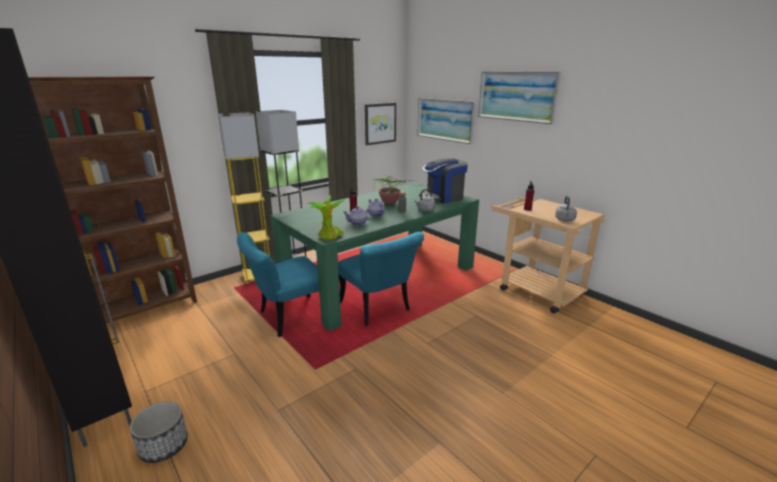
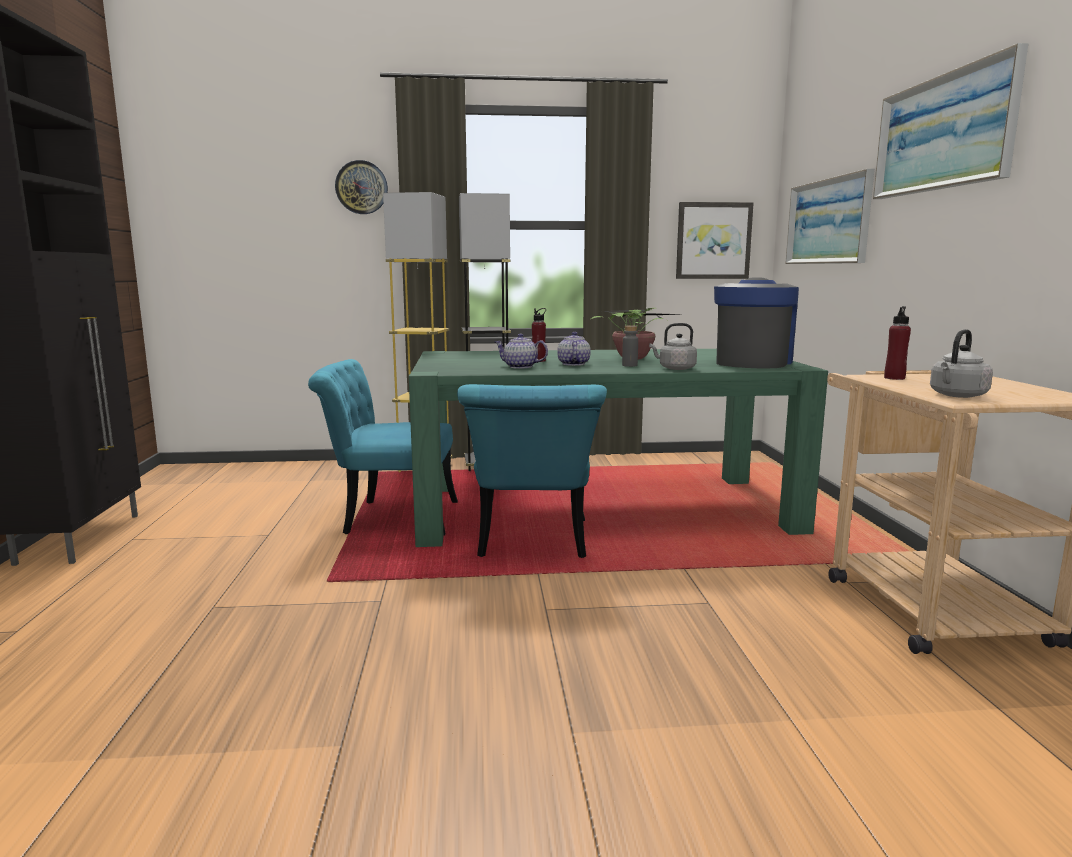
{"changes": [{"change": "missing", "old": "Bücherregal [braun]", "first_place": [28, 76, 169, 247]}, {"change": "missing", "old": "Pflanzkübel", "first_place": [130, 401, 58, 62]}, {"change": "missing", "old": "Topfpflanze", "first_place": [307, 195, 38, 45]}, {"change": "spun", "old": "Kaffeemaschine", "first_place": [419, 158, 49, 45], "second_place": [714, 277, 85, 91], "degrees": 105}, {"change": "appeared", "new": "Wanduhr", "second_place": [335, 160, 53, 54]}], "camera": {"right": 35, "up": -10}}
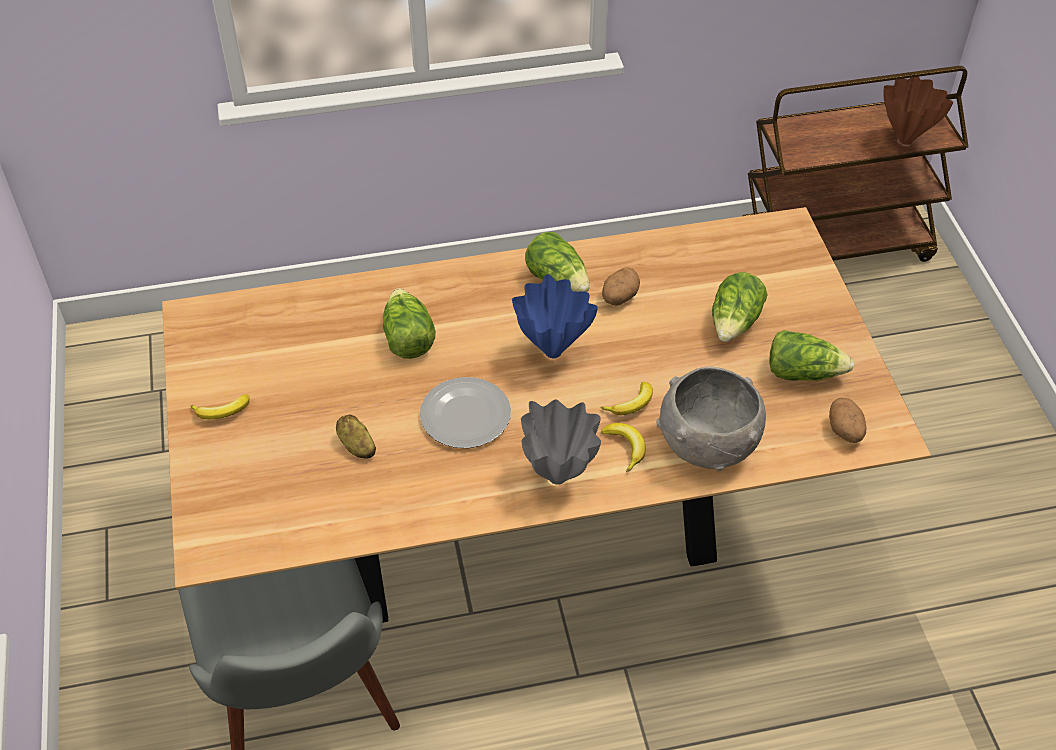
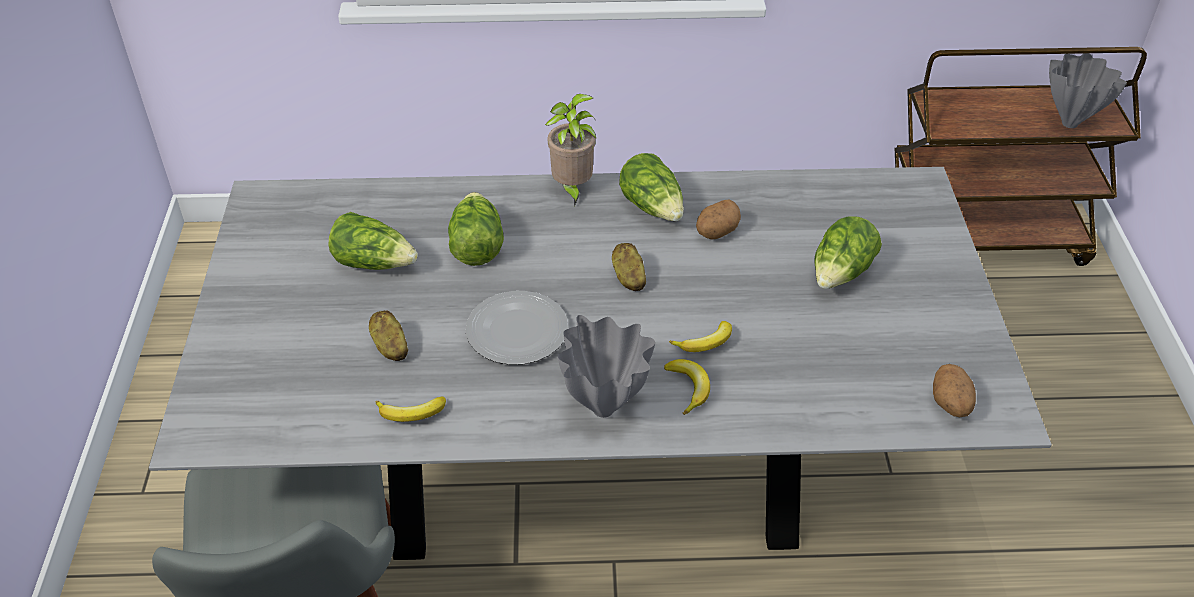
{"changes": [{"change": "colour", "old": "Esstisch [braun]", "new": "Esstisch [grau]", "first_place": [162, 207, 769, 416], "second_place": [149, 167, 903, 393]}, {"change": "relocated", "old": "Banane", "first_place": [191, 394, 59, 25], "second_place": [376, 396, 70, 26]}, {"change": "exchanged", "old": "Vase [blau]", "new": "Kartoffel", "first_place": [512, 274, 86, 84], "second_place": [612, 243, 34, 48]}, {"change": "missing", "old": "Schüssel [grau]", "first_place": [657, 367, 109, 104]}, {"change": "relocated", "old": "Salatkopf", "first_place": [769, 330, 86, 51], "second_place": [328, 212, 90, 58]}, {"change": "colour", "old": "Vase [braun]", "new": "Vase [grau]", "first_place": [883, 77, 70, 68], "second_place": [1049, 53, 78, 75]}, {"change": "appeared", "new": "Topfpflanze", "second_place": [545, 94, 51, 112]}], "camera": {"right": 10, "up": -5}}
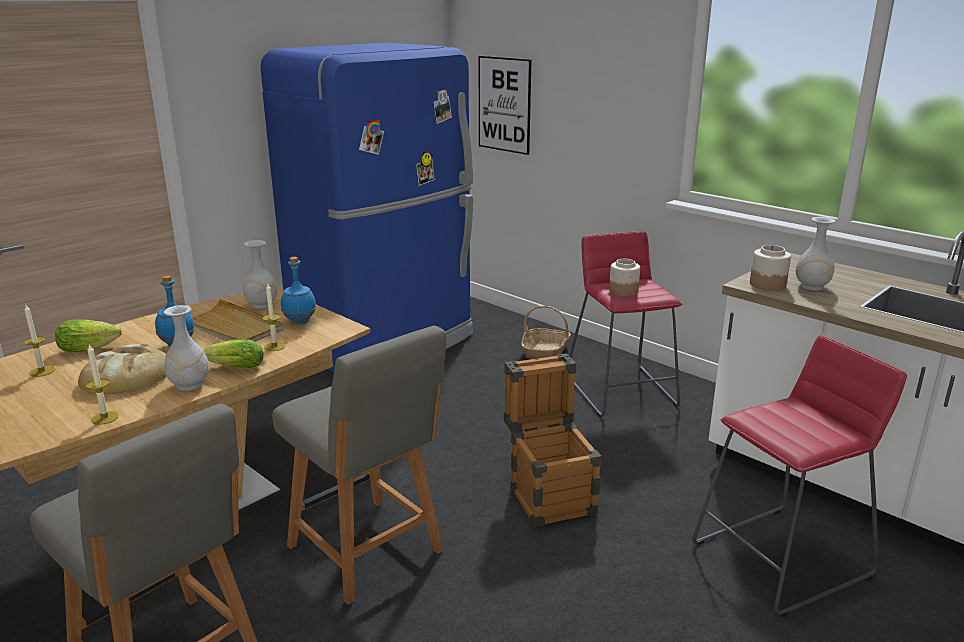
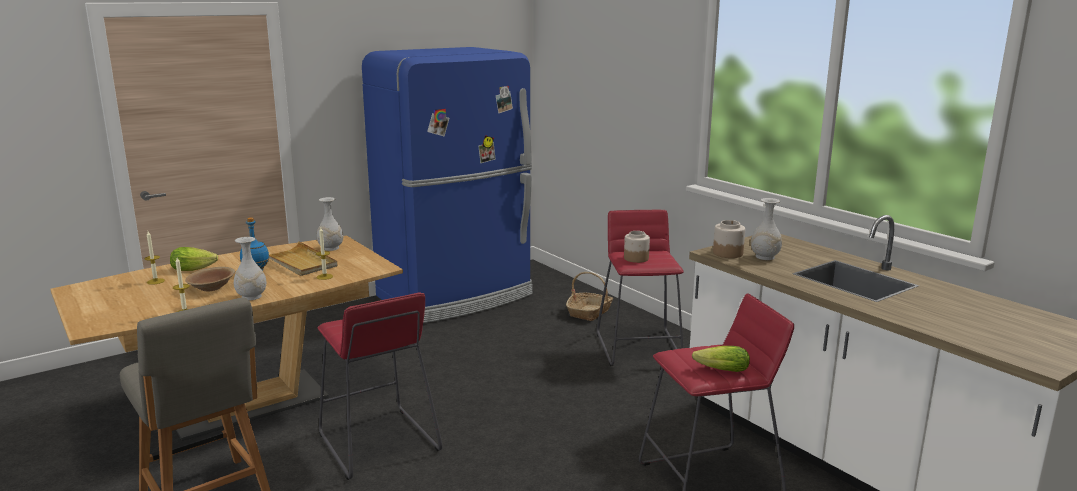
{"changes": [{"change": "exchanged", "old": "Brot", "new": "Schüssel [braun]", "first_place": [78, 344, 88, 50], "second_place": [185, 267, 50, 24]}, {"change": "relocated", "old": "Salatkopf", "first_place": [202, 339, 62, 29], "second_place": [692, 346, 58, 26]}, {"change": "exchanged", "old": "Stuhl [grau]", "new": "Hocker [rot]", "first_place": [272, 326, 174, 279], "second_place": [318, 292, 124, 188]}, {"change": "missing", "old": "Flasche [blau]", "first_place": [281, 257, 35, 68]}, {"change": "missing", "old": "Bild", "first_place": [479, 56, 52, 99]}, {"change": "missing", "old": "Kiste", "first_place": [504, 353, 98, 174]}], "camera": {"right": 10, "up": -5}}
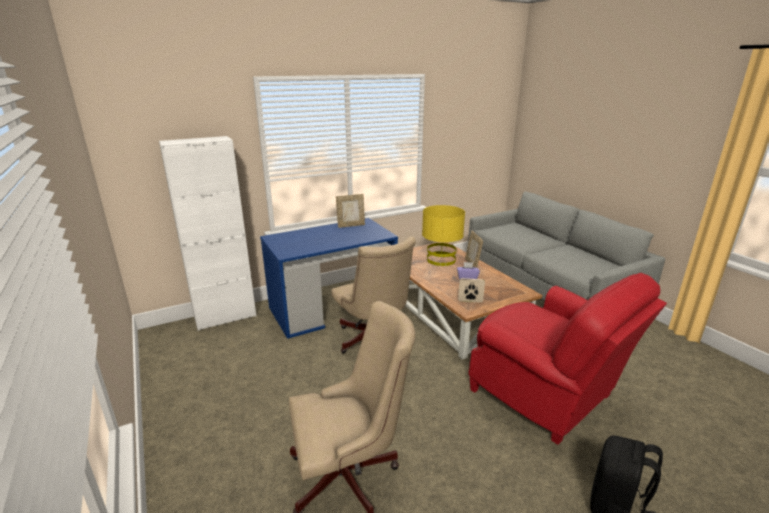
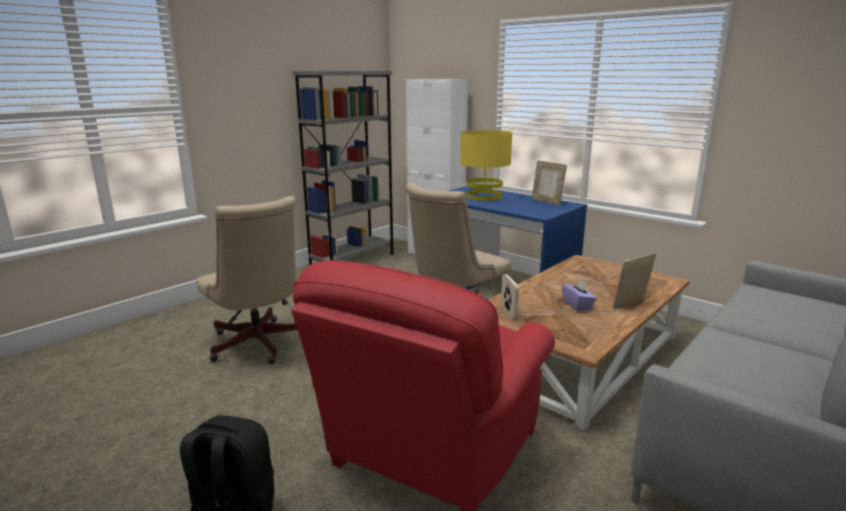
{"changes": [{"change": "relocated", "old": "Tischlampe [gelb]", "first_place": [422, 205, 43, 61], "second_place": [460, 130, 52, 71]}, {"change": "appeared", "new": "Bücherregal [grau]", "second_place": [292, 71, 102, 194]}], "camera": {"right": 70, "up": -5}}
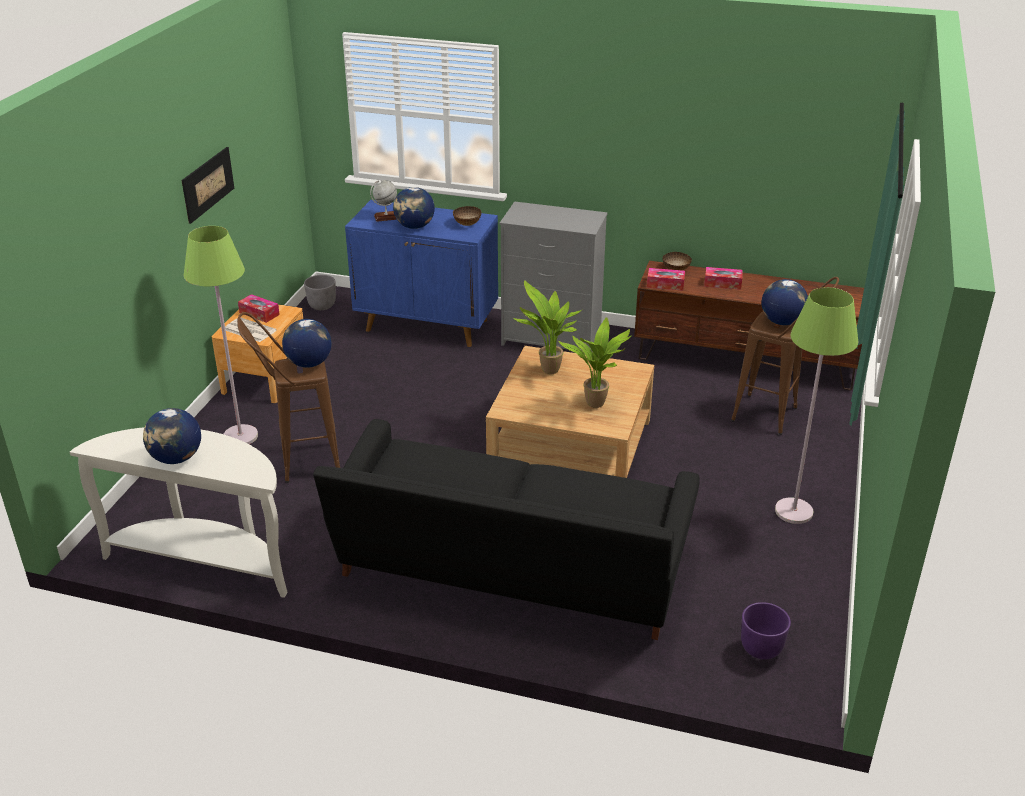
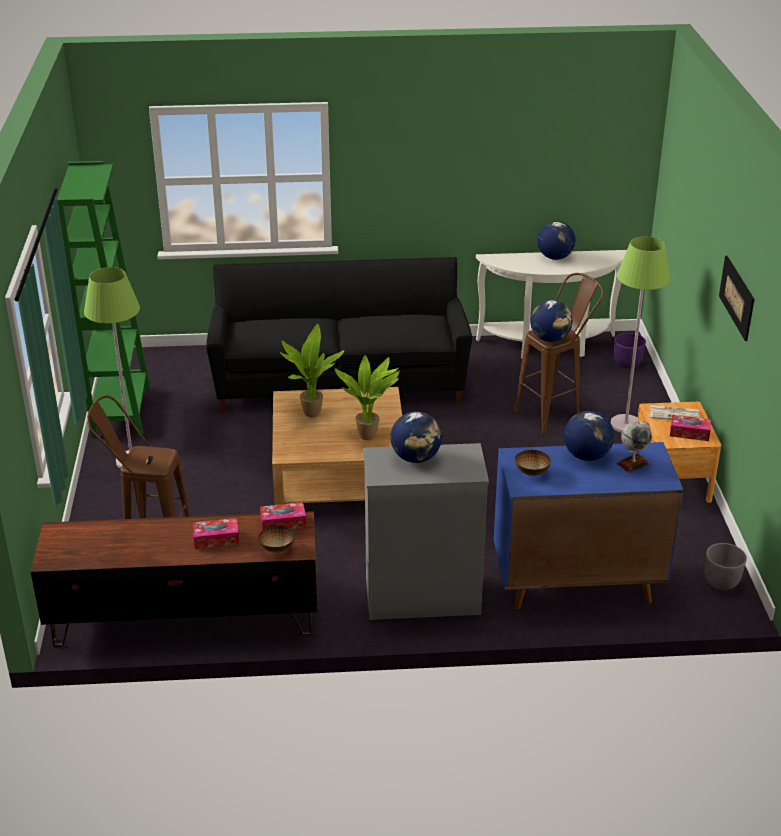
{"changes": [{"change": "relocated", "old": "Pflanzkübel [lila]", "first_place": [741, 602, 50, 58], "second_place": [614, 333, 32, 35]}, {"change": "relocated", "old": "Globus", "first_place": [761, 279, 47, 46], "second_place": [390, 411, 52, 52]}, {"change": "appeared", "new": "Bücherregal [grün]", "second_place": [57, 161, 94, 275]}], "camera": {"right": 160, "up": 0}}
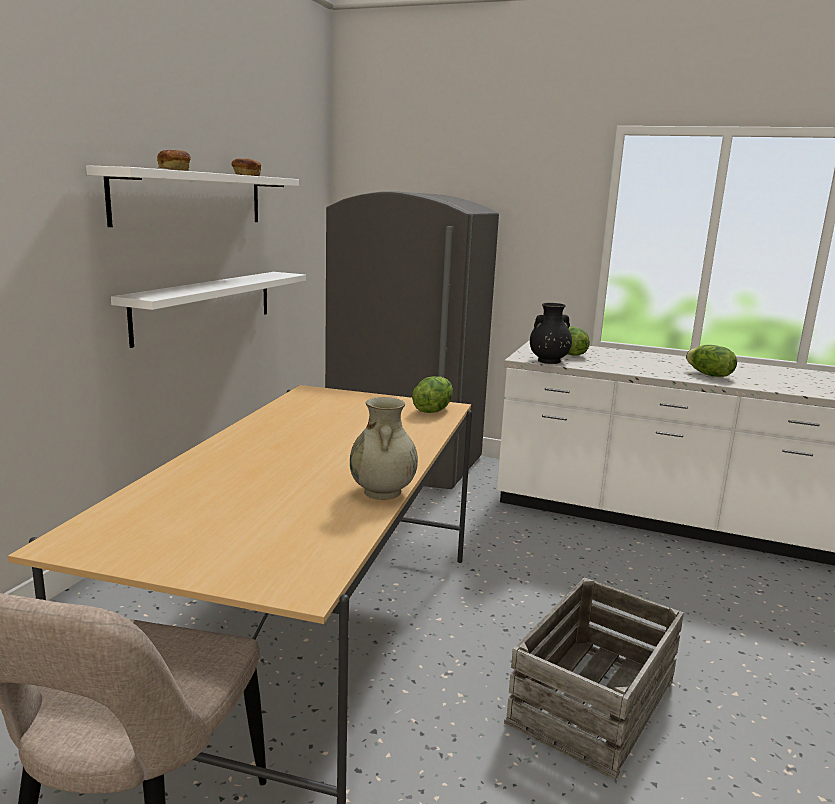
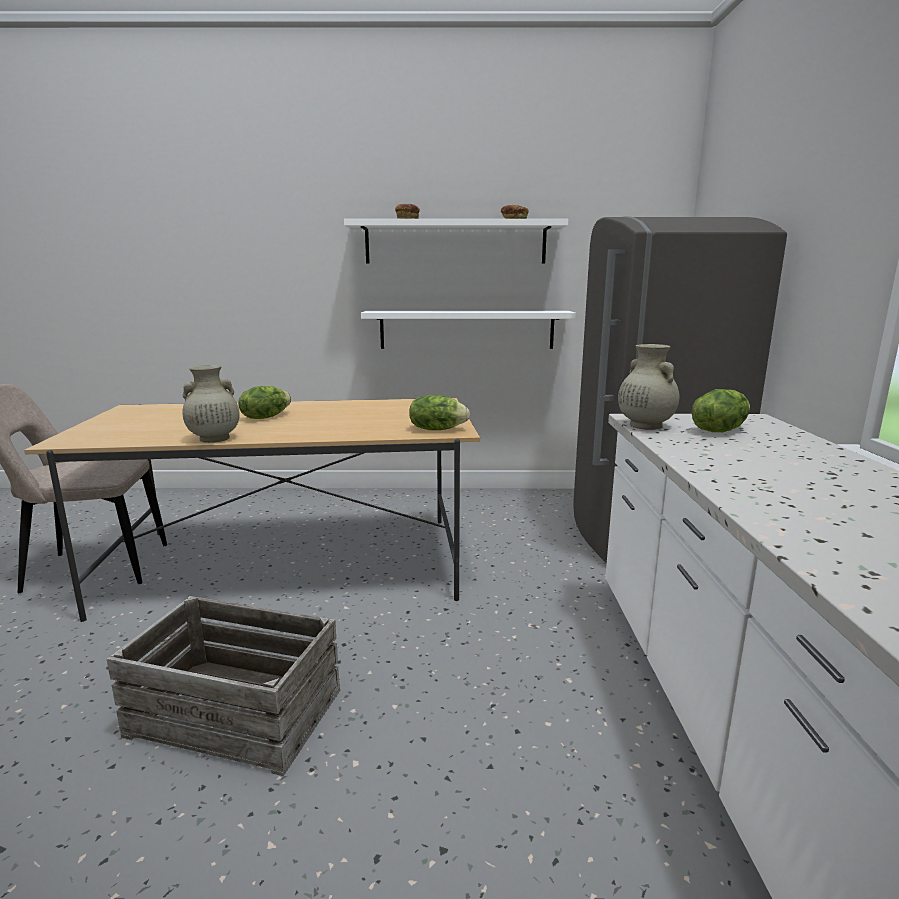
{"changes": [{"change": "colour", "old": "Vase [schwarz]", "new": "Vase [beige]", "first_place": [530, 303, 42, 61], "second_place": [618, 344, 62, 86]}, {"change": "relocated", "old": "Salatkopf", "first_place": [686, 345, 51, 32], "second_place": [238, 386, 53, 33]}], "camera": {"right": 70, "up": 0}}
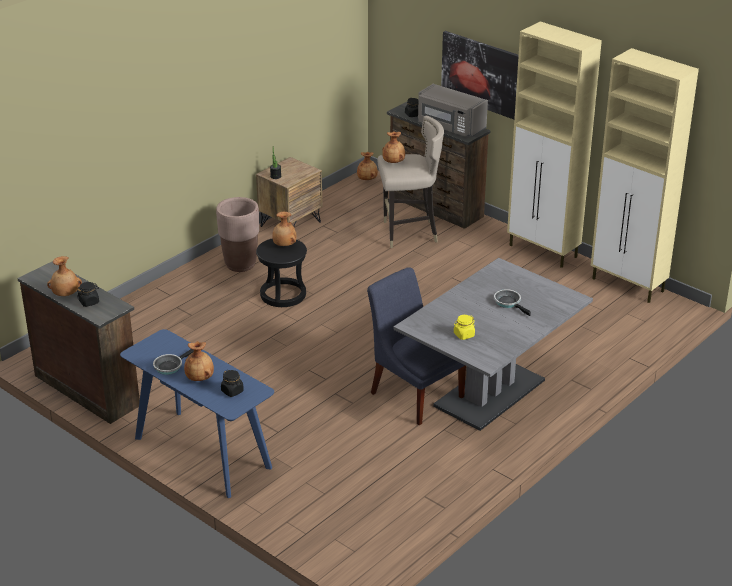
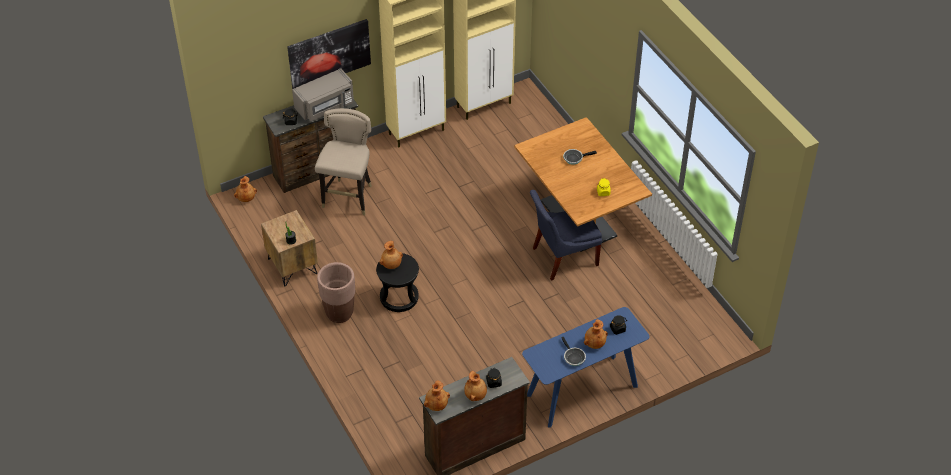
{"changes": [{"change": "relocated", "old": "Vase [braun]", "first_place": [382, 131, 23, 32], "second_place": [424, 380, 26, 31]}, {"change": "colour", "old": "Esstisch [grau]", "new": "Esstisch [braun]", "first_place": [394, 258, 199, 173], "second_place": [514, 117, 138, 135]}], "camera": {"right": -70, "up": 15}}
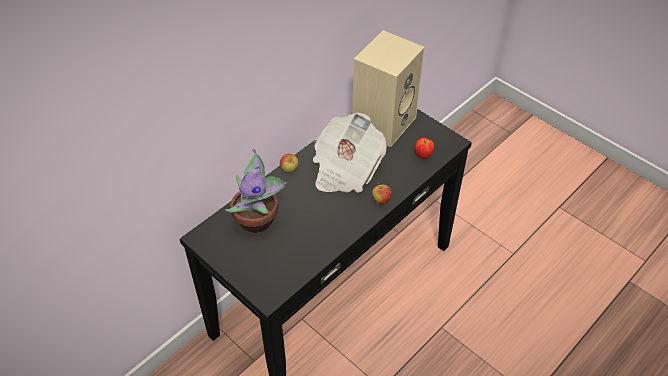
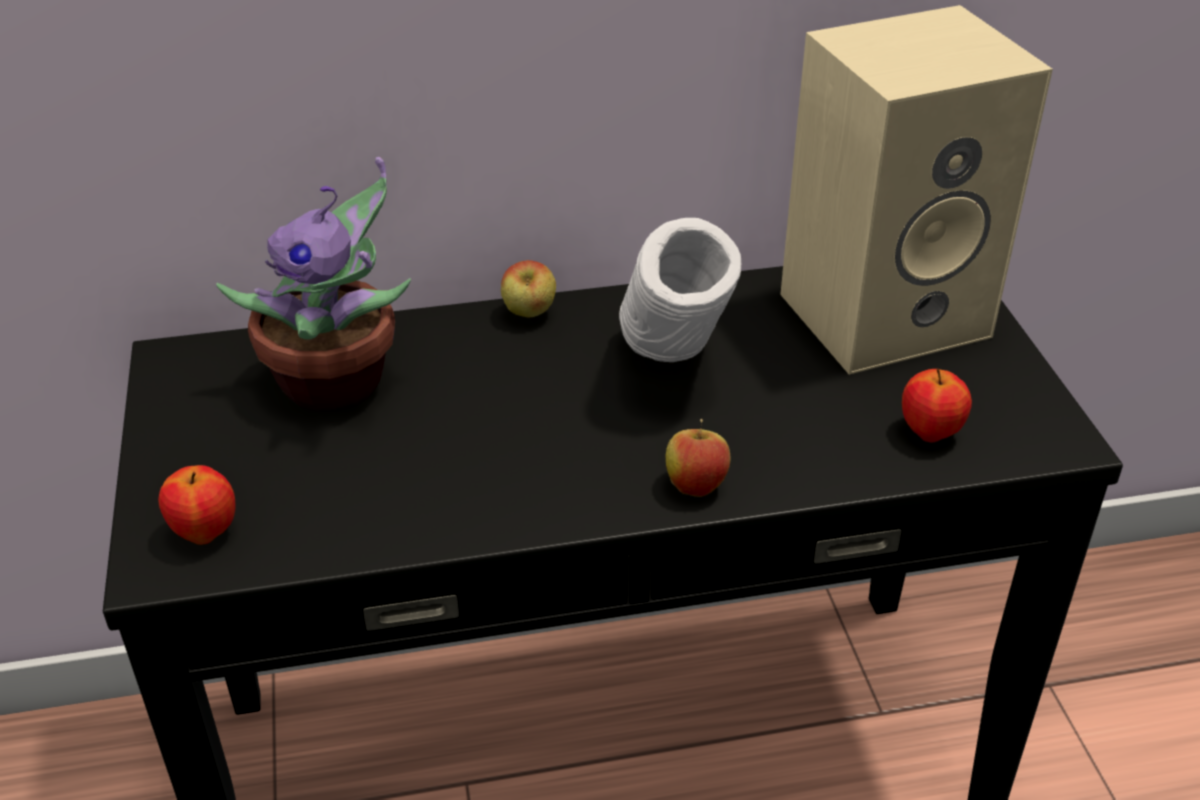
{"changes": [{"change": "exchanged", "old": "Zeitung", "new": "Vase [weiß]", "first_place": [313, 113, 74, 80], "second_place": [619, 218, 122, 144]}, {"change": "appeared", "new": "Apfel", "second_place": [158, 465, 78, 80]}], "camera": {"right": 35, "up": -10}}
